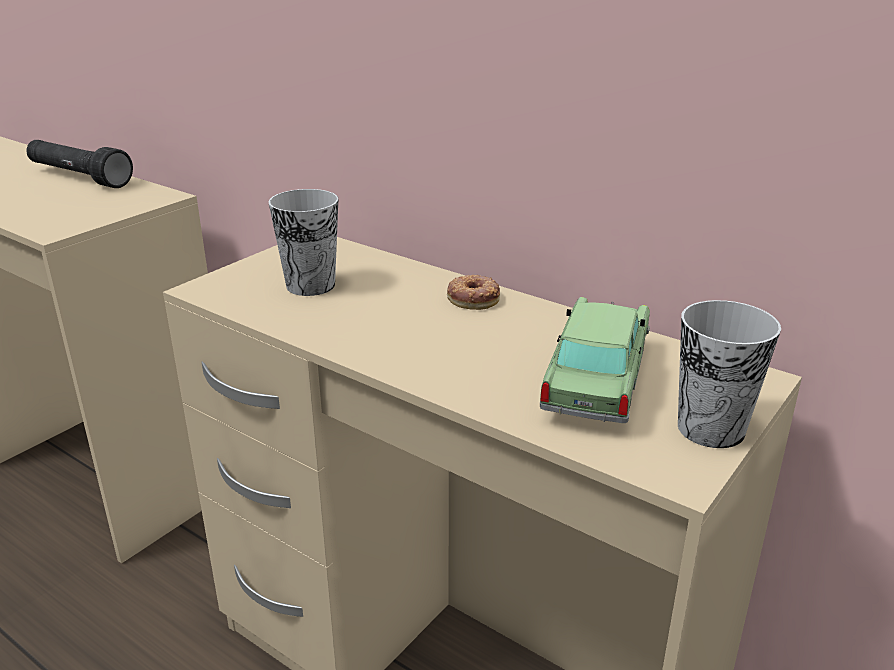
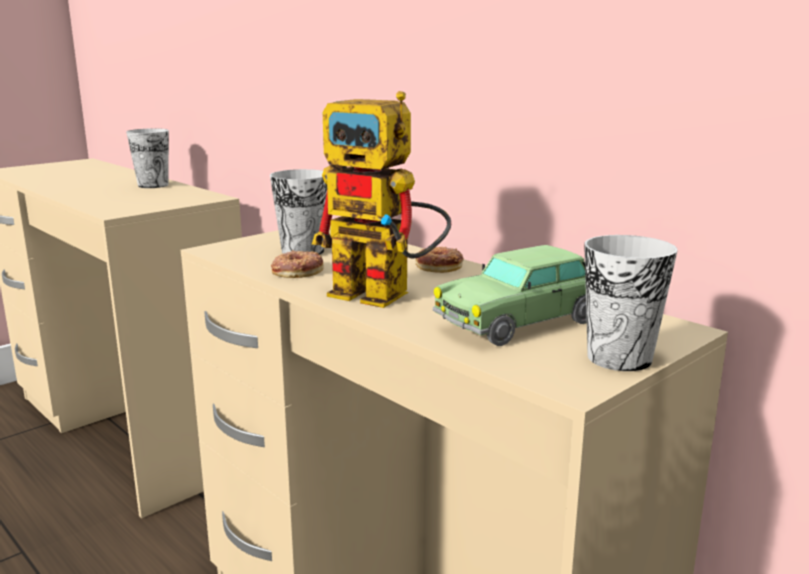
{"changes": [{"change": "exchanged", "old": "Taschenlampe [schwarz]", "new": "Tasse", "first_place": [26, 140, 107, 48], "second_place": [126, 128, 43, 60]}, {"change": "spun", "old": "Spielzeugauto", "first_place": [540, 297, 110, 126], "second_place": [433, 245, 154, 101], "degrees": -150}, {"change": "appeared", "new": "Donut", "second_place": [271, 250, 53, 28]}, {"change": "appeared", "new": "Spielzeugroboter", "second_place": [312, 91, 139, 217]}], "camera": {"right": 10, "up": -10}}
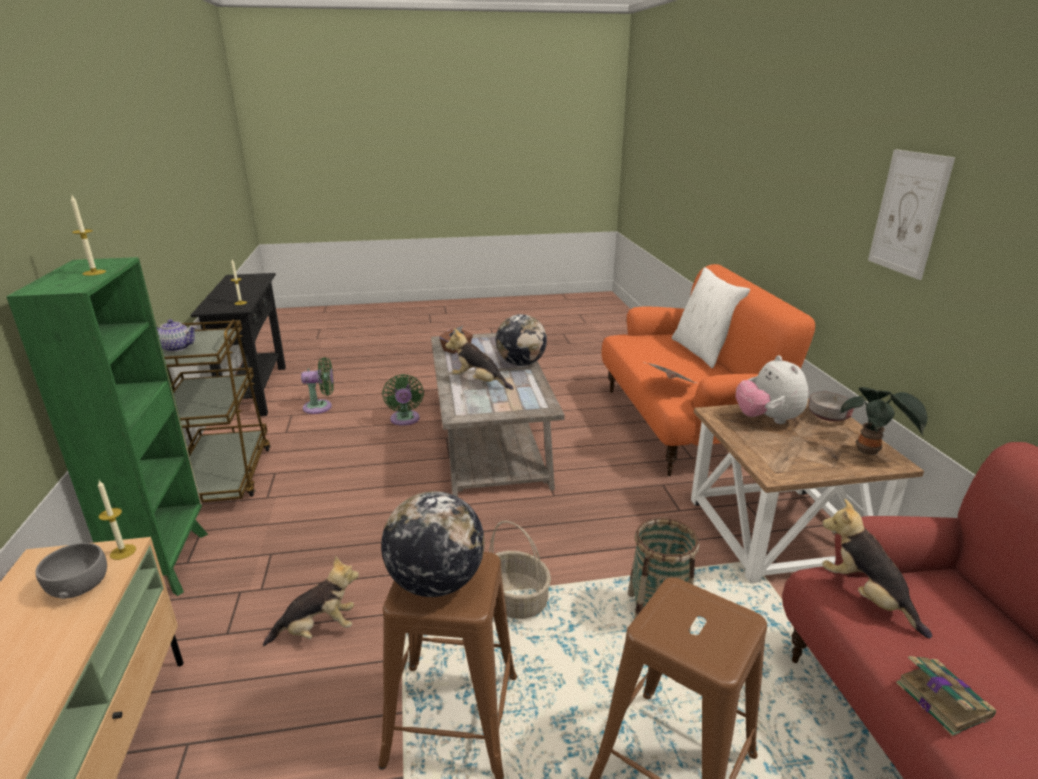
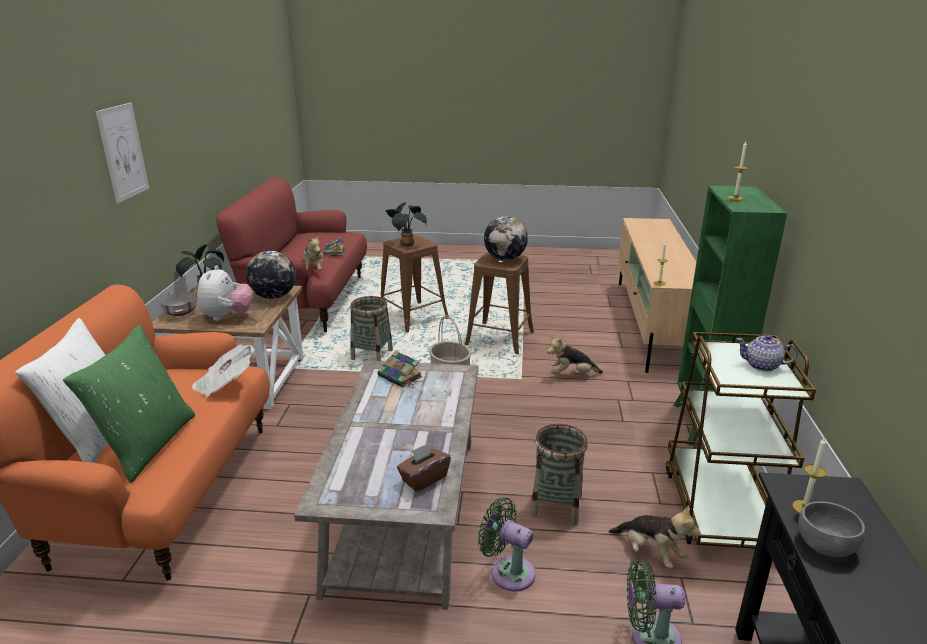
{"changes": [{"change": "relocated", "old": "Schüssel [grau]", "first_place": [35, 543, 72, 56], "second_place": [798, 501, 67, 56]}, {"change": "spun", "old": "Ventilator [grün]", "first_place": [382, 374, 42, 52], "second_place": [478, 497, 57, 95], "degrees": -60}, {"change": "relocated", "old": "Plüschtier", "first_place": [445, 328, 69, 62], "second_place": [608, 505, 93, 63]}, {"change": "relocated", "old": "Globus", "first_place": [496, 314, 51, 52], "second_place": [246, 251, 50, 48]}, {"change": "appeared", "new": "Kissen [grün]", "second_place": [63, 324, 132, 159]}, {"change": "appeared", "new": "Buch", "second_place": [377, 351, 45, 37]}, {"change": "appeared", "new": "Topfpflanze", "second_place": [386, 202, 41, 45]}, {"change": "appeared", "new": "Korb", "second_place": [530, 424, 58, 101]}], "camera": {"right": -165, "up": 0}}
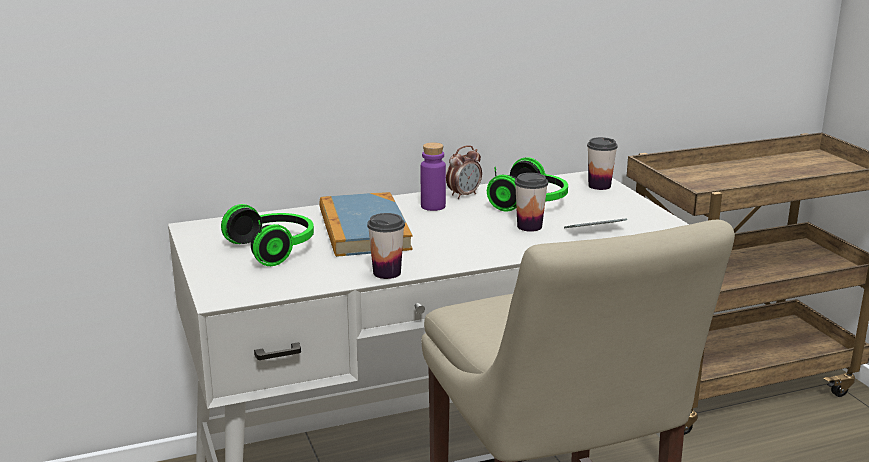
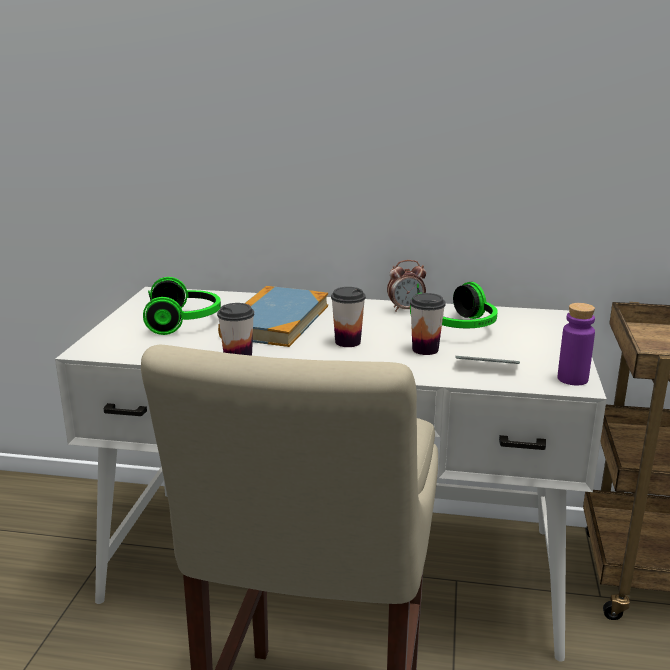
{"changes": [{"change": "relocated", "old": "Flasche [lila]", "first_place": [421, 142, 25, 69], "second_place": [558, 303, 37, 82]}, {"change": "relocated", "old": "Tasse", "first_place": [587, 137, 31, 53], "second_place": [331, 287, 35, 60]}], "camera": {"right": 30, "up": 0}}
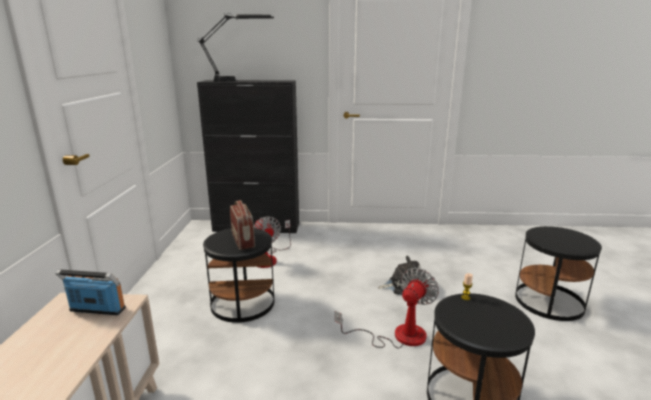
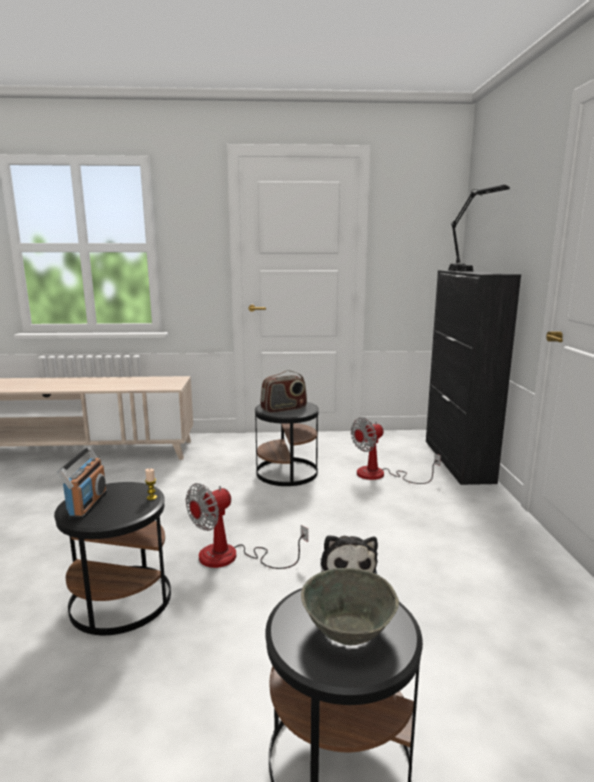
{"changes": [{"change": "relocated", "old": "Radio", "first_place": [55, 269, 71, 46], "second_place": [57, 447, 50, 72]}, {"change": "spun", "old": "Ventilator", "first_place": [335, 268, 104, 81], "second_place": [186, 483, 122, 86], "degrees": 105}, {"change": "appeared", "new": "Schüssel [grau]", "second_place": [301, 568, 98, 77]}], "camera": {"right": 85, "up": -5}}
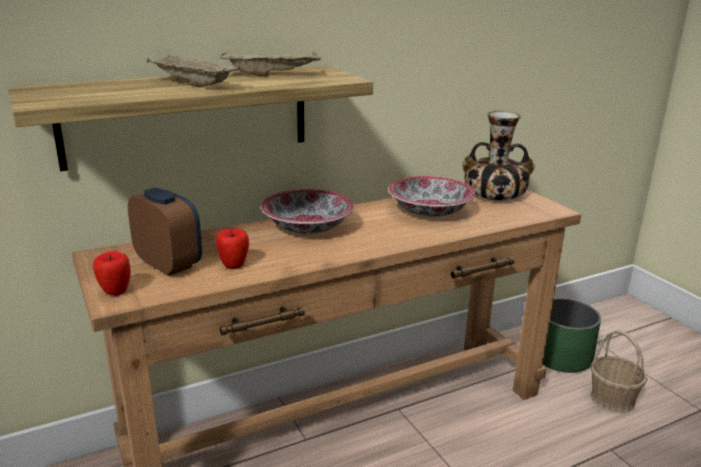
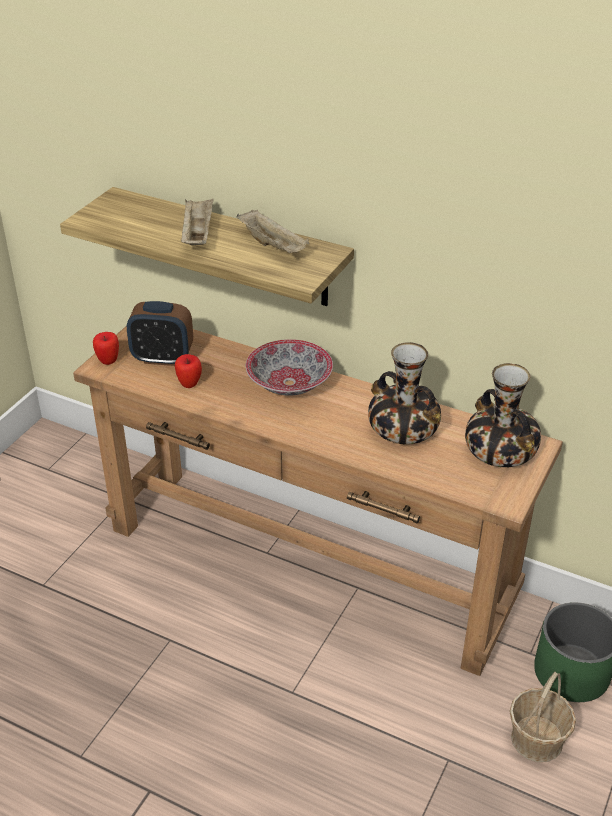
{"changes": [{"change": "spun", "old": "Wecker", "first_place": [128, 188, 74, 88], "second_place": [127, 301, 66, 65], "degrees": 90}, {"change": "exchanged", "old": "Schüssel", "new": "Vase", "first_place": [388, 176, 87, 41], "second_place": [368, 342, 73, 102]}], "camera": {"right": 55, "up": 15}}
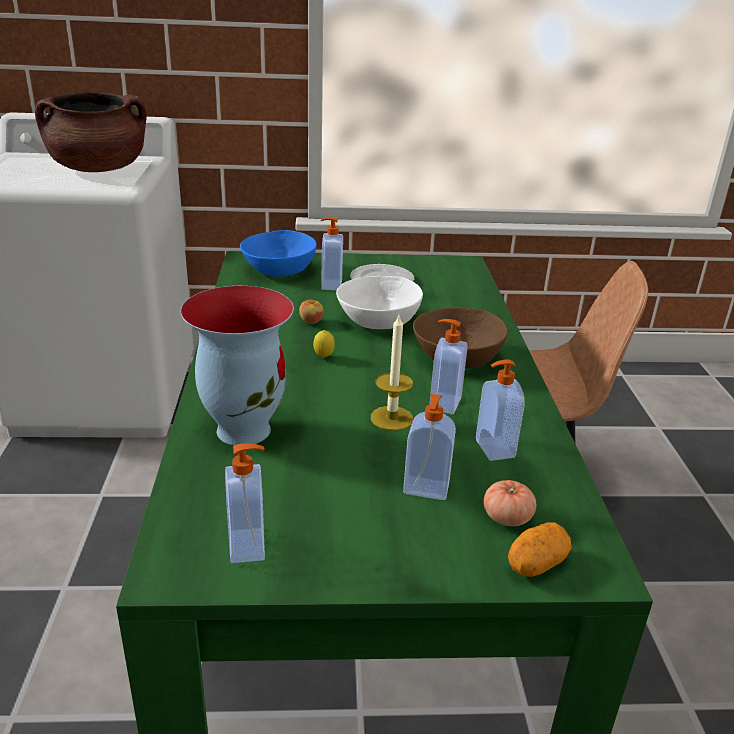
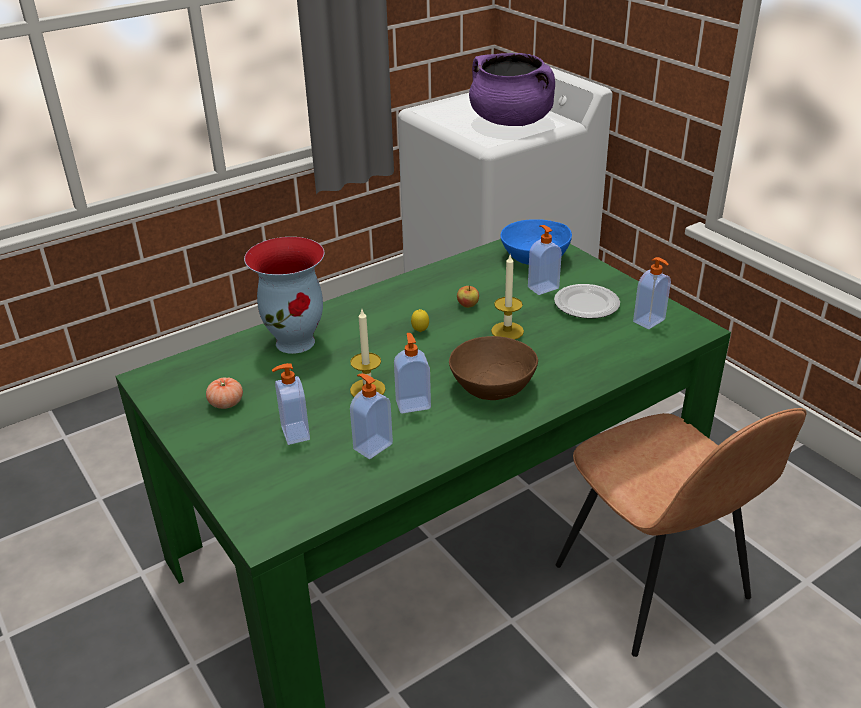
{"changes": [{"change": "colour", "old": "Kochtopf [braun]", "new": "Kochtopf [lila]", "first_place": [35, 91, 112, 81], "second_place": [469, 53, 86, 73]}, {"change": "relocated", "old": "Seifenspender", "first_place": [225, 443, 40, 120], "second_place": [633, 257, 38, 72]}, {"change": "exchanged", "old": "Schüssel [weiß]", "new": "Kerze", "first_place": [336, 276, 87, 53], "second_place": [491, 255, 33, 85]}, {"change": "relocated", "old": "Tomate", "first_place": [483, 480, 53, 46], "second_place": [206, 378, 37, 31]}, {"change": "missing", "old": "Kartoffel", "first_place": [508, 522, 64, 55]}], "camera": {"right": 60, "up": 5}}
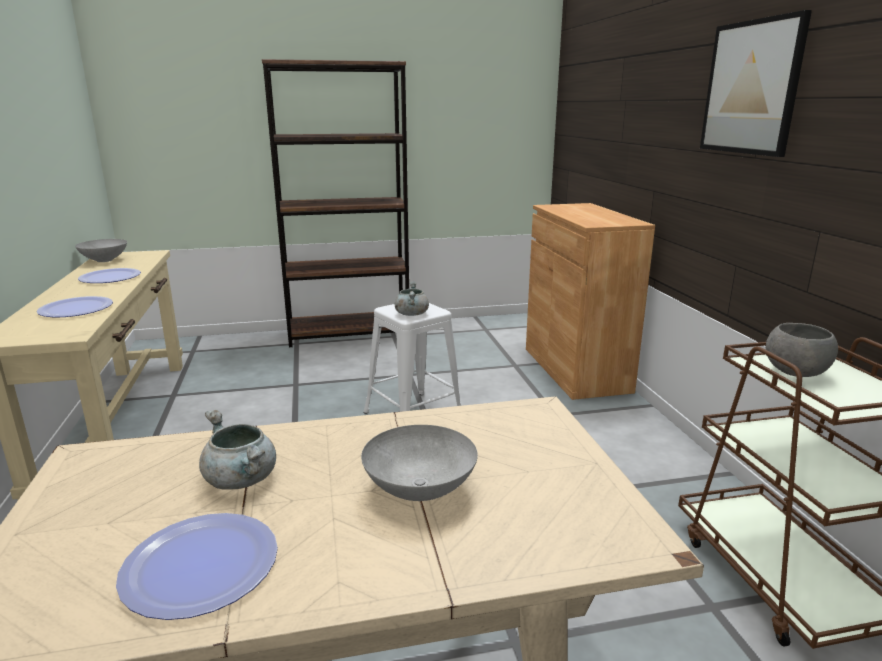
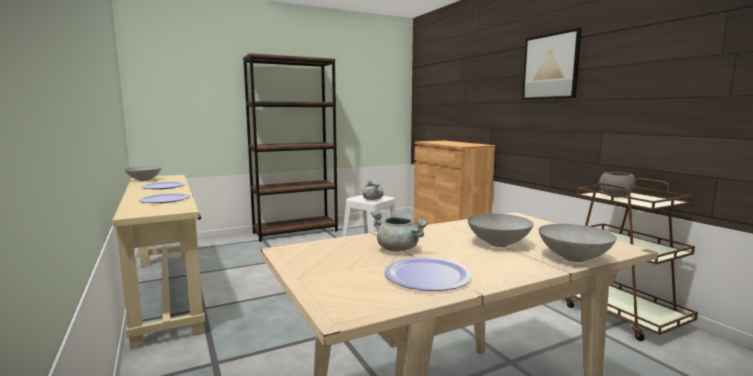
{"changes": [{"change": "appeared", "new": "Schüssel [grau]", "second_place": [538, 224, 79, 38]}], "camera": {"right": -15, "up": -10}}
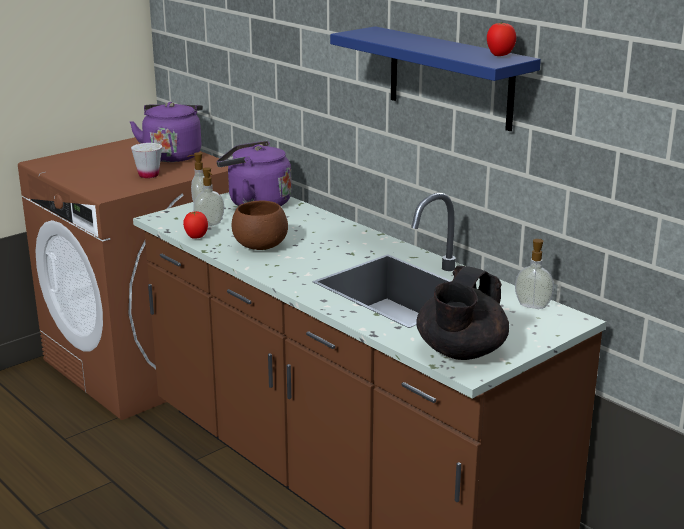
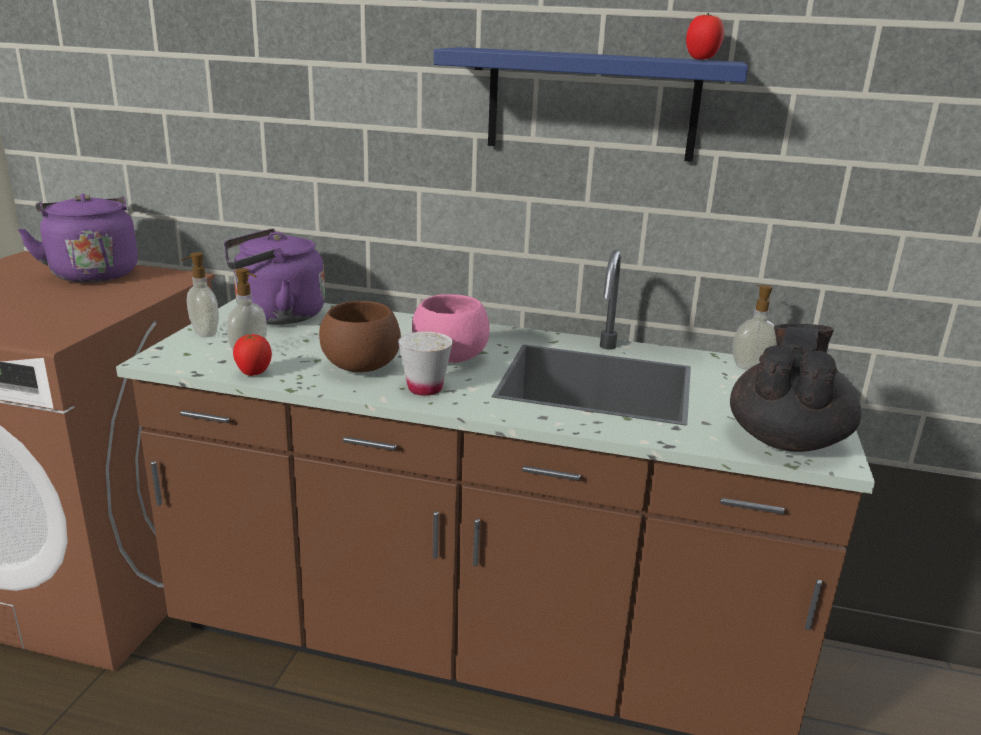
{"changes": [{"change": "relocated", "old": "Tasse [weiß]", "first_place": [131, 143, 31, 35], "second_place": [398, 332, 55, 64]}, {"change": "spun", "old": "Teekanne [schwarz]", "first_place": [416, 265, 93, 95], "second_place": [730, 324, 131, 128], "degrees": -150}, {"change": "appeared", "new": "Schüssel [rosa]", "second_place": [412, 294, 78, 69]}], "camera": {"right": -35, "up": 0}}
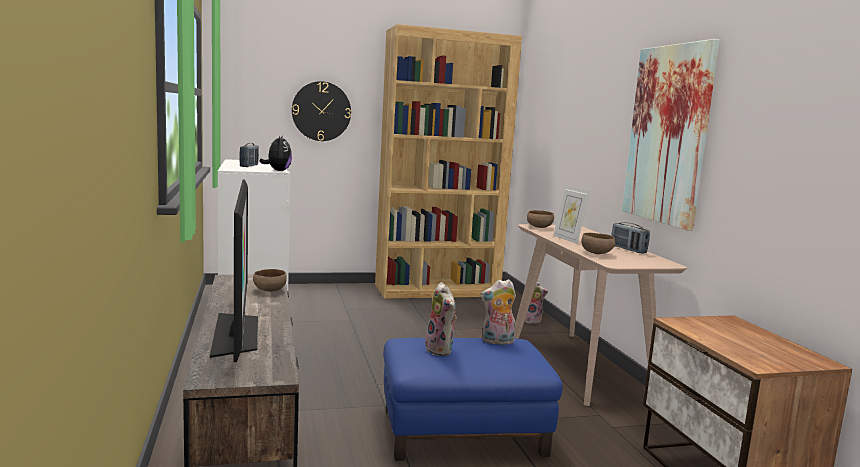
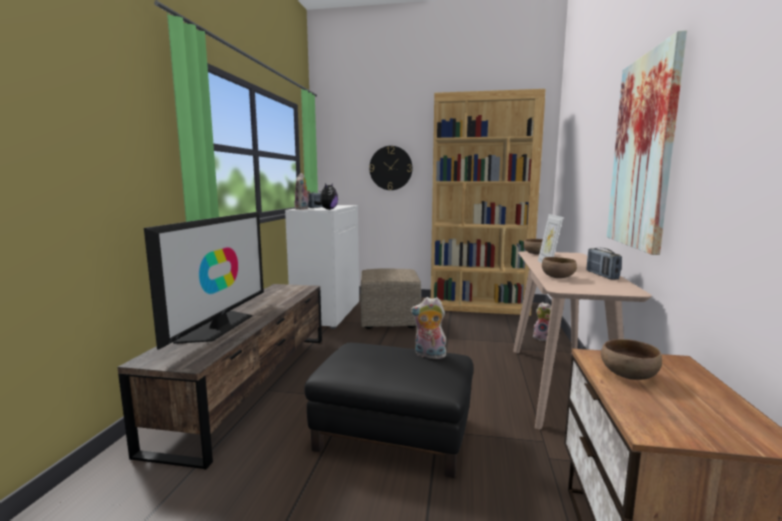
{"changes": [{"change": "relocated", "old": "Schüssel [braun]", "first_place": [253, 269, 34, 23], "second_place": [601, 339, 61, 41]}, {"change": "colour", "old": "Polsterhocker [blau]", "new": "Polsterhocker [schwarz]", "first_place": [383, 338, 180, 123], "second_place": [304, 343, 169, 135]}, {"change": "relocated", "old": "Plüschtier", "first_place": [425, 282, 32, 74], "second_place": [295, 173, 15, 37]}, {"change": "appeared", "new": "Polsterhocker [beige]", "second_place": [360, 268, 61, 61]}], "camera": {"right": 25, "up": 0}}
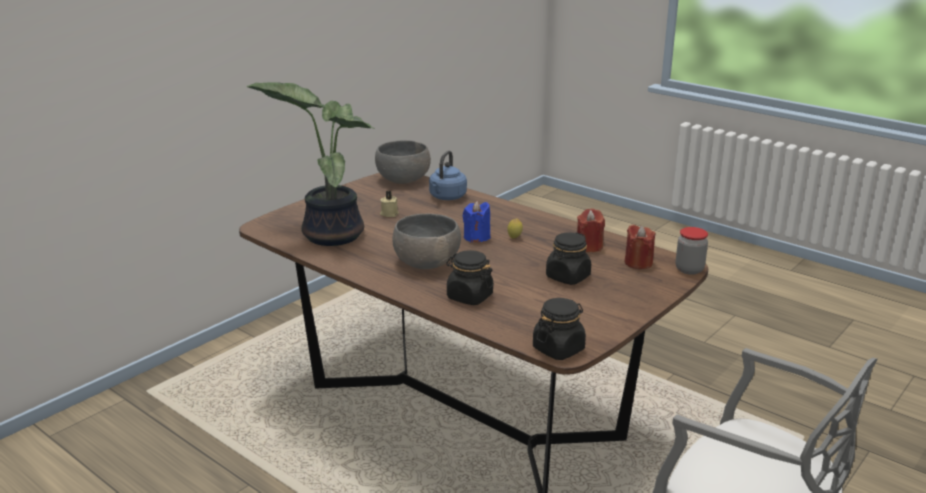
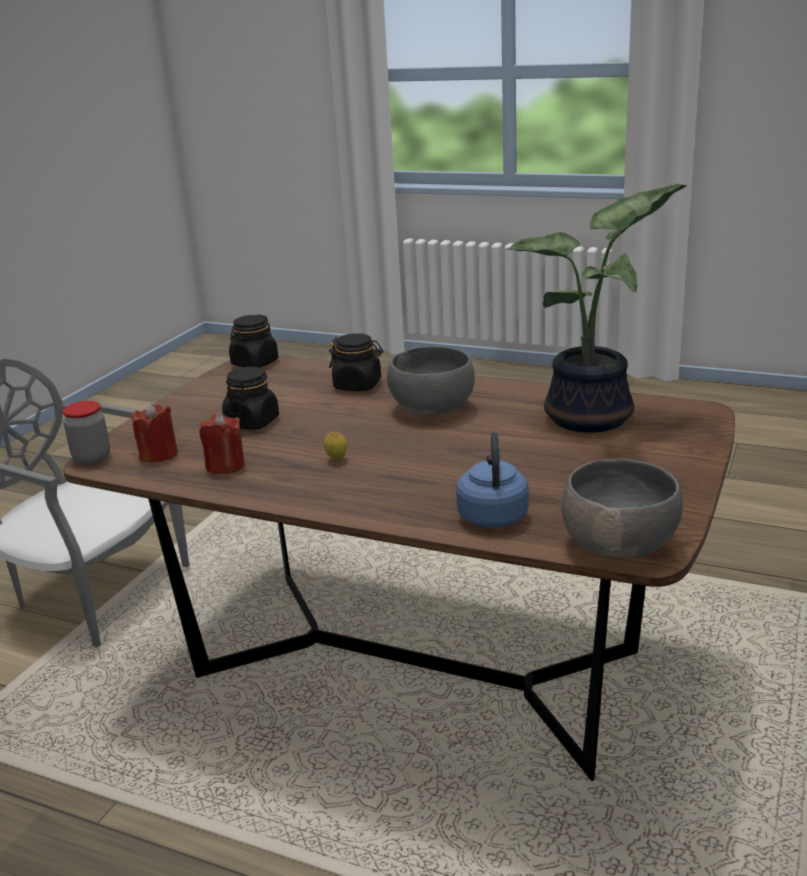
{"changes": [{"change": "missing", "old": "Kerze [beige]", "first_place": [380, 191, 19, 26]}, {"change": "missing", "old": "Kerze [blau]", "first_place": [463, 201, 27, 41]}], "camera": {"right": 165, "up": 0}}
